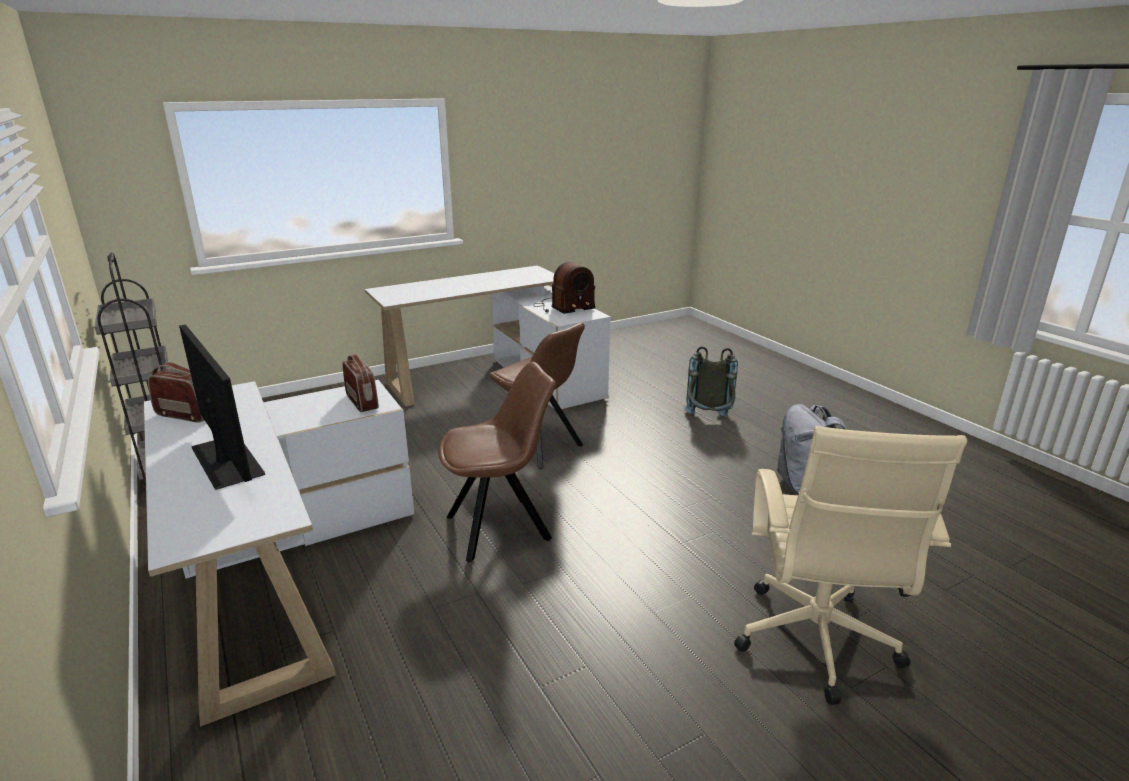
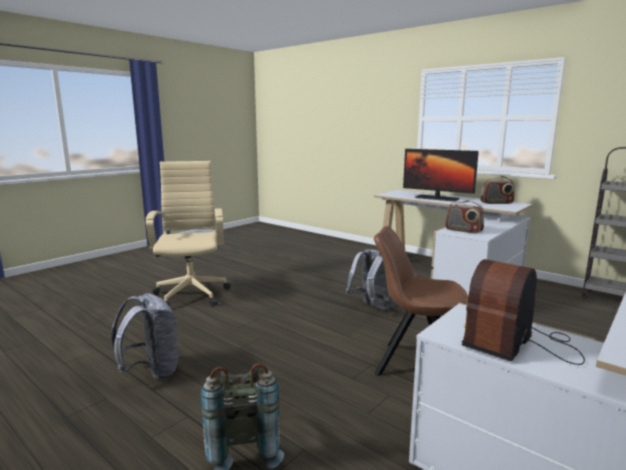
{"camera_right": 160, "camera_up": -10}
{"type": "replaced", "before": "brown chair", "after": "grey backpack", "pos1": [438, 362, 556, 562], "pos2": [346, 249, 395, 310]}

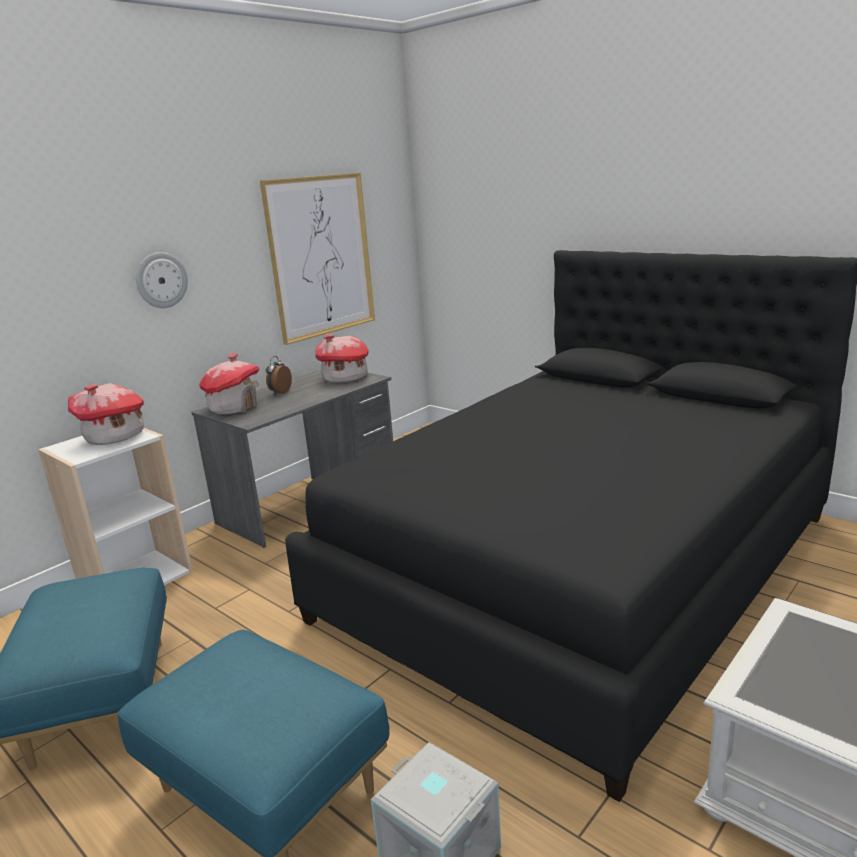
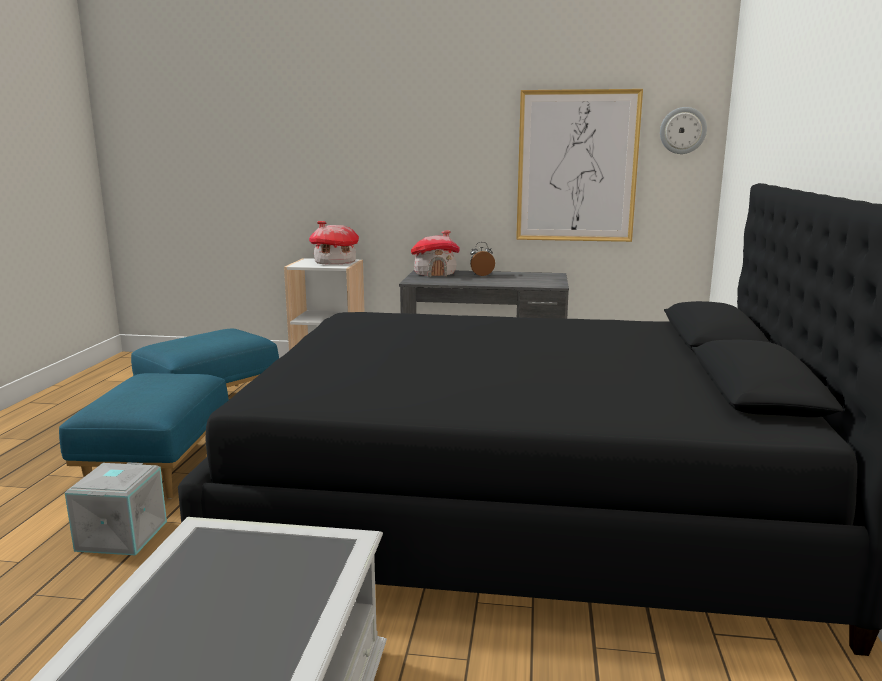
{"camera_right": 55, "camera_up": -5}
{"type": "moved", "before": "wall clock", "pos1": [136, 252, 188, 308], "pos2": [660, 107, 707, 154]}
{"type": "removed", "before": "toy house", "pos1": [315, 334, 369, 382]}

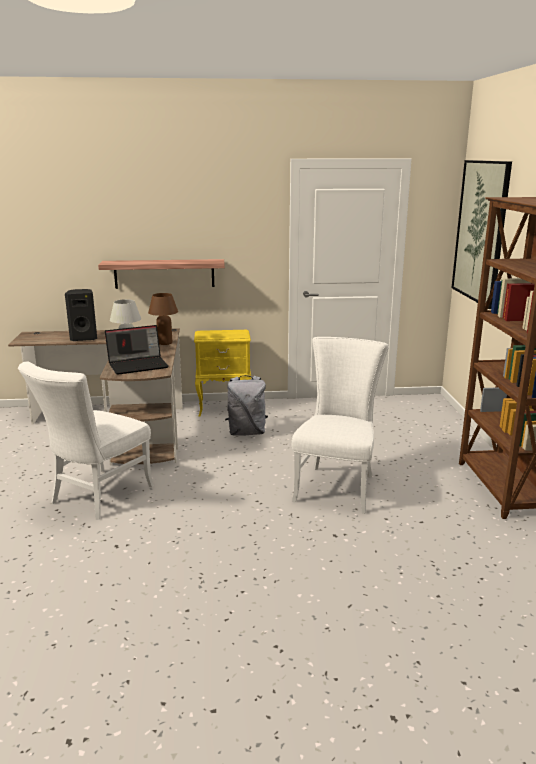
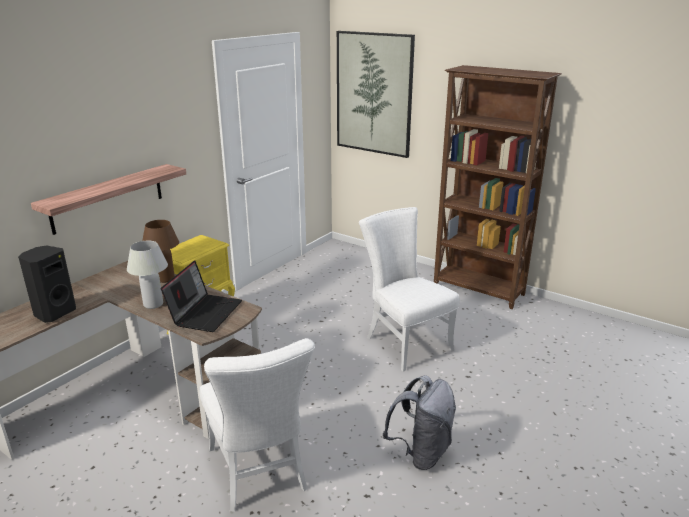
{"camera_right": -50, "camera_up": 5}
{"type": "moved", "before": "grey backpack", "pos1": [225, 375, 268, 436], "pos2": [383, 375, 456, 470]}

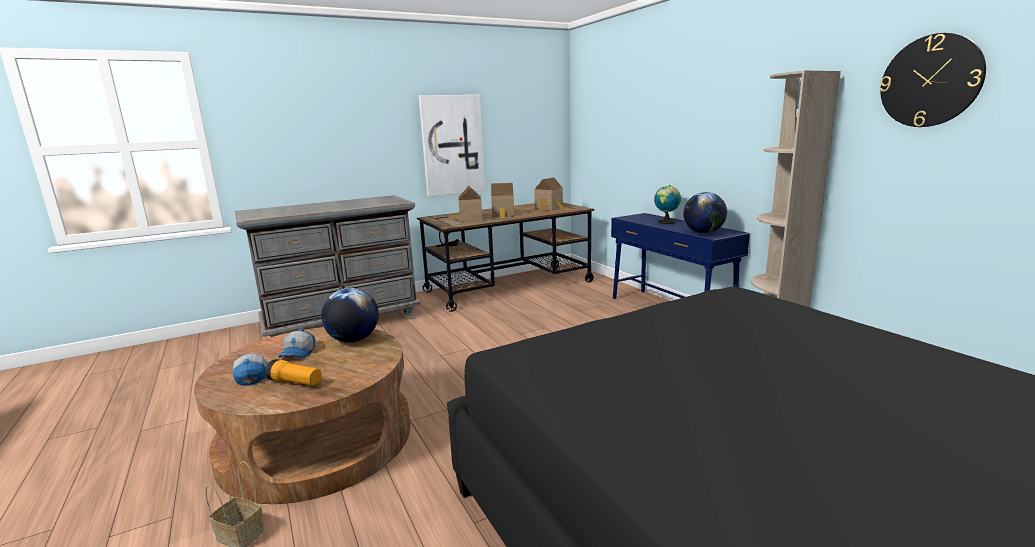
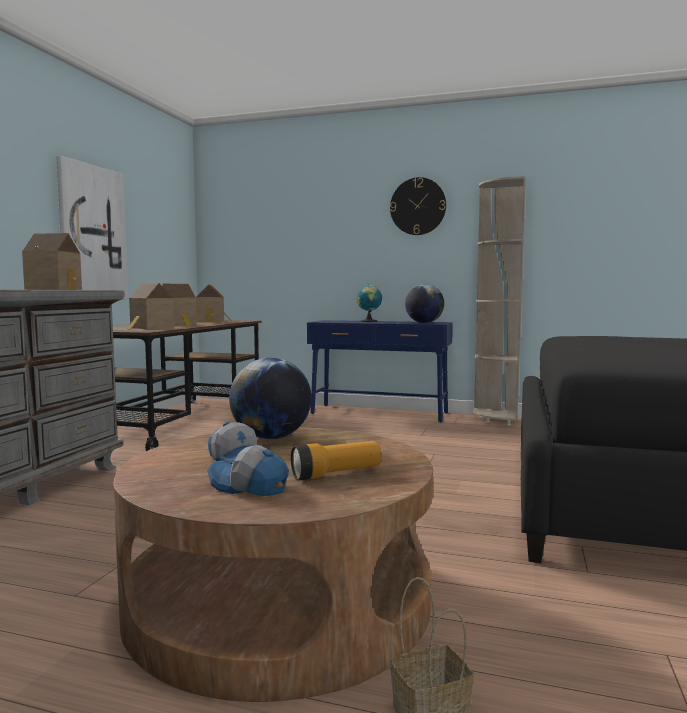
{"camera_right": -45, "camera_up": -10}
{"type": "moved", "before": "wall clock", "pos1": [880, 33, 986, 127], "pos2": [390, 177, 446, 235]}
{"type": "added", "after": "toy house", "pos2": [22, 233, 82, 290]}

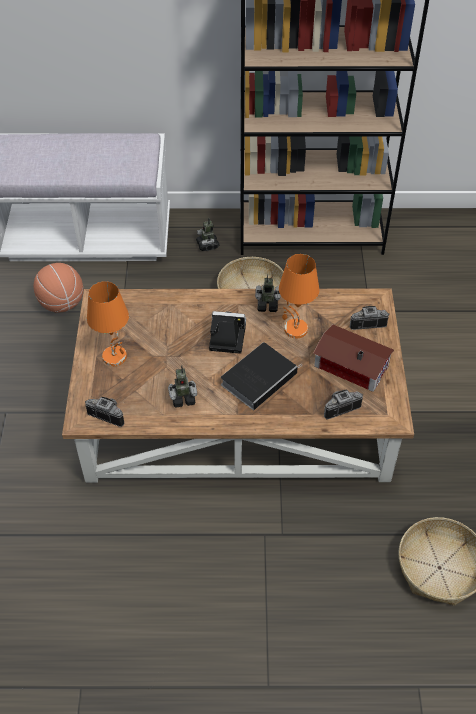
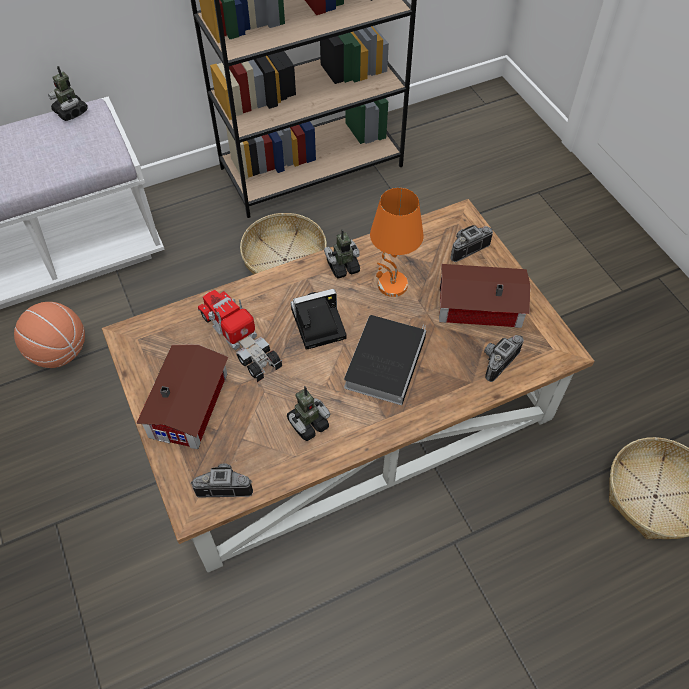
{"camera_right": -25, "camera_up": 5}
{"type": "replaced", "before": "orange table lamp", "after": "toy house", "pos1": [87, 281, 129, 366], "pos2": [136, 344, 228, 449]}
{"type": "moved", "before": "toy robot", "pos1": [196, 218, 220, 251], "pos2": [48, 66, 88, 121]}
{"type": "added", "after": "toy truck", "pos2": [197, 290, 282, 382]}

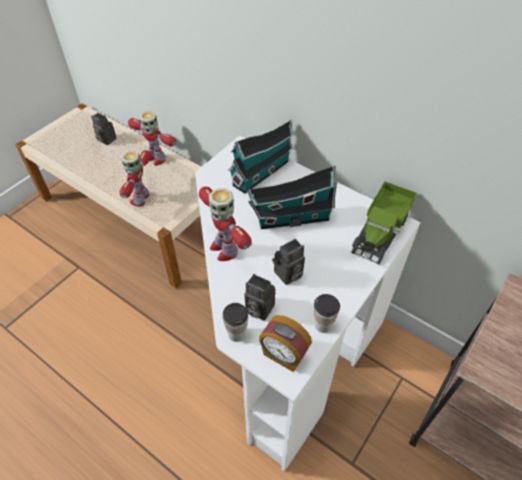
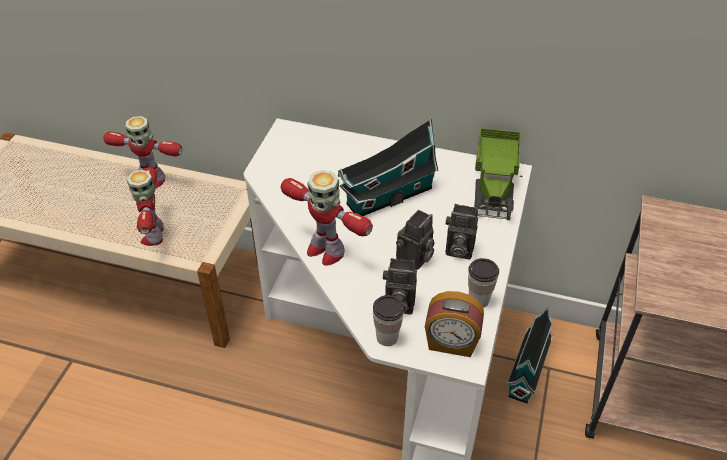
{"camera_right": -20, "camera_up": -5}
{"type": "moved", "before": "photo camera", "pos1": [91, 113, 117, 145], "pos2": [446, 204, 478, 259]}
{"type": "moved", "before": "toy house", "pos1": [228, 120, 293, 194], "pos2": [507, 308, 553, 403]}

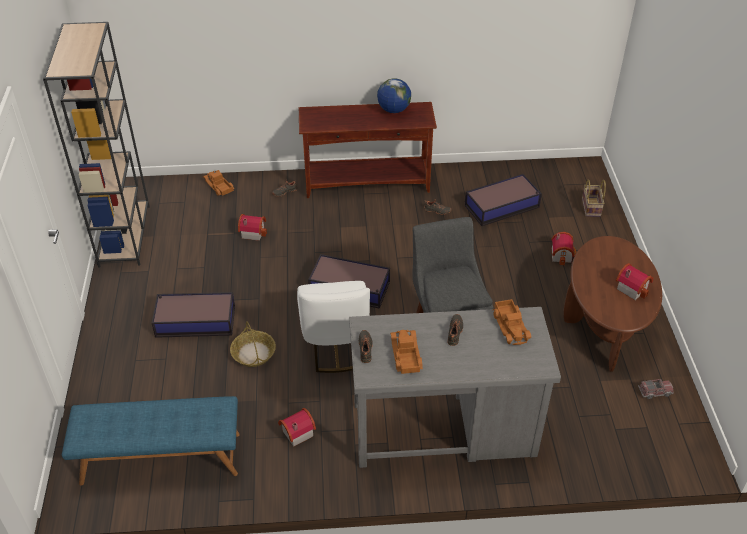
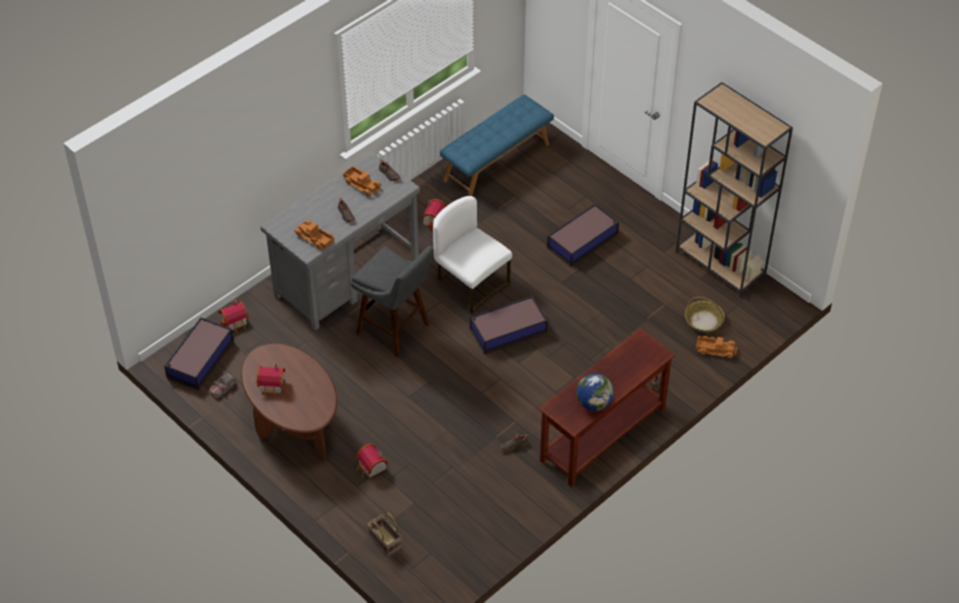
{"camera_right": 140, "camera_up": 5}
{"type": "moved", "before": "basket", "pos1": [230, 321, 276, 367], "pos2": [685, 297, 725, 332]}
{"type": "moved", "before": "toy house", "pos1": [238, 214, 267, 241], "pos2": [219, 300, 249, 333]}
{"type": "moved", "before": "storage box", "pos1": [464, 174, 542, 226], "pos2": [164, 317, 234, 390]}

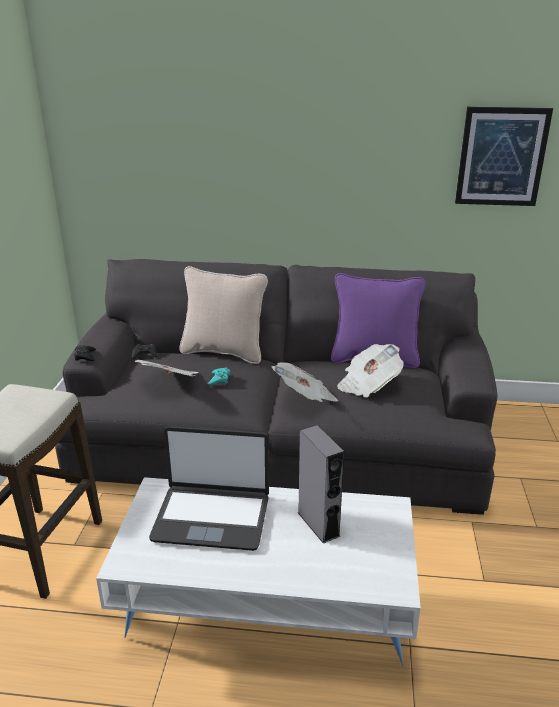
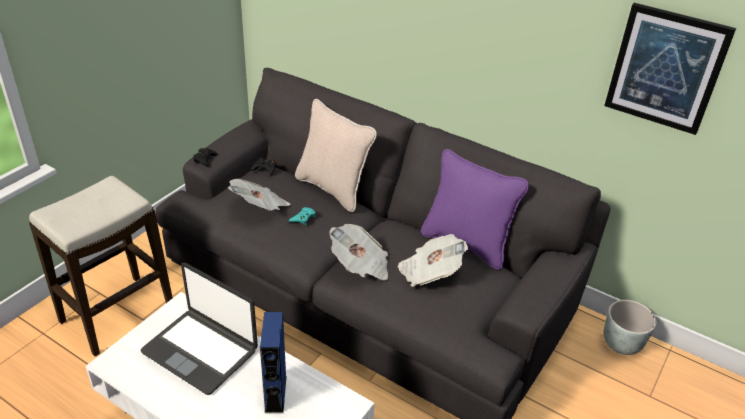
{"camera_right": 25, "camera_up": 10}
{"type": "recoloured", "before": "grey speaker", "after": "blue speaker", "pos1": [298, 425, 344, 543], "pos2": [260, 312, 287, 413]}
{"type": "added", "after": "grey planter", "pos2": [604, 300, 656, 355]}

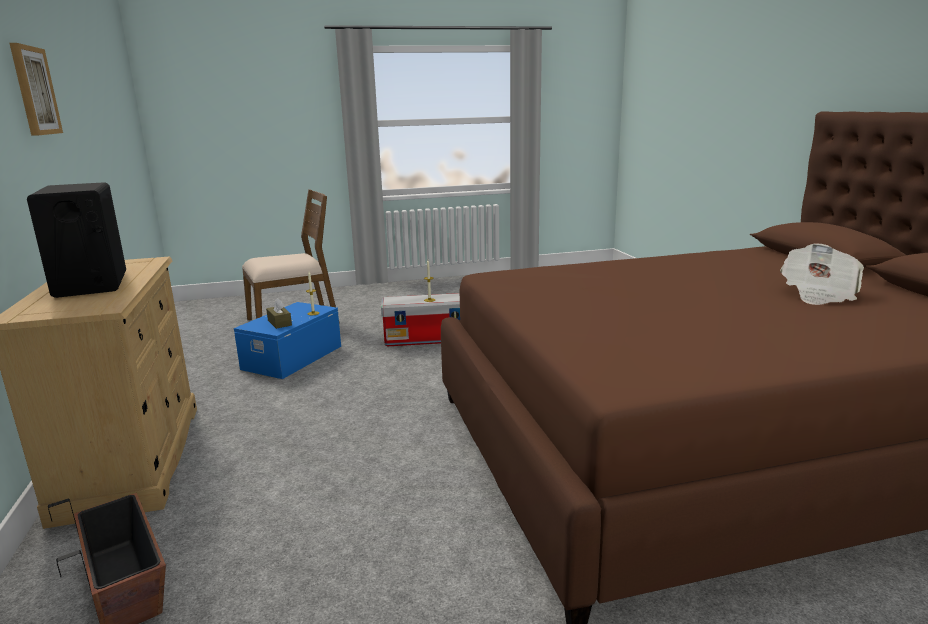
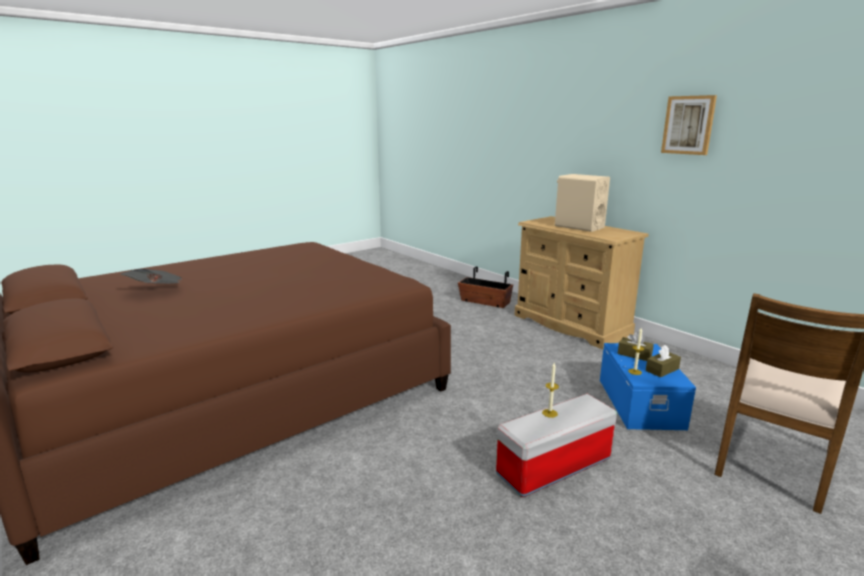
{"camera_right": 155, "camera_up": 0}
{"type": "recoloured", "before": "black speaker", "after": "beige speaker", "pos1": [27, 182, 126, 298], "pos2": [555, 174, 610, 232]}
{"type": "added", "after": "brown tissue box", "pos2": [646, 345, 681, 377]}

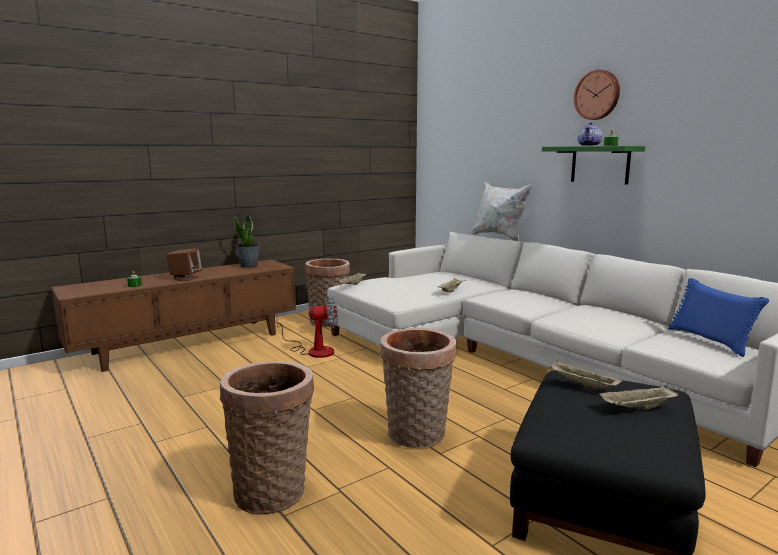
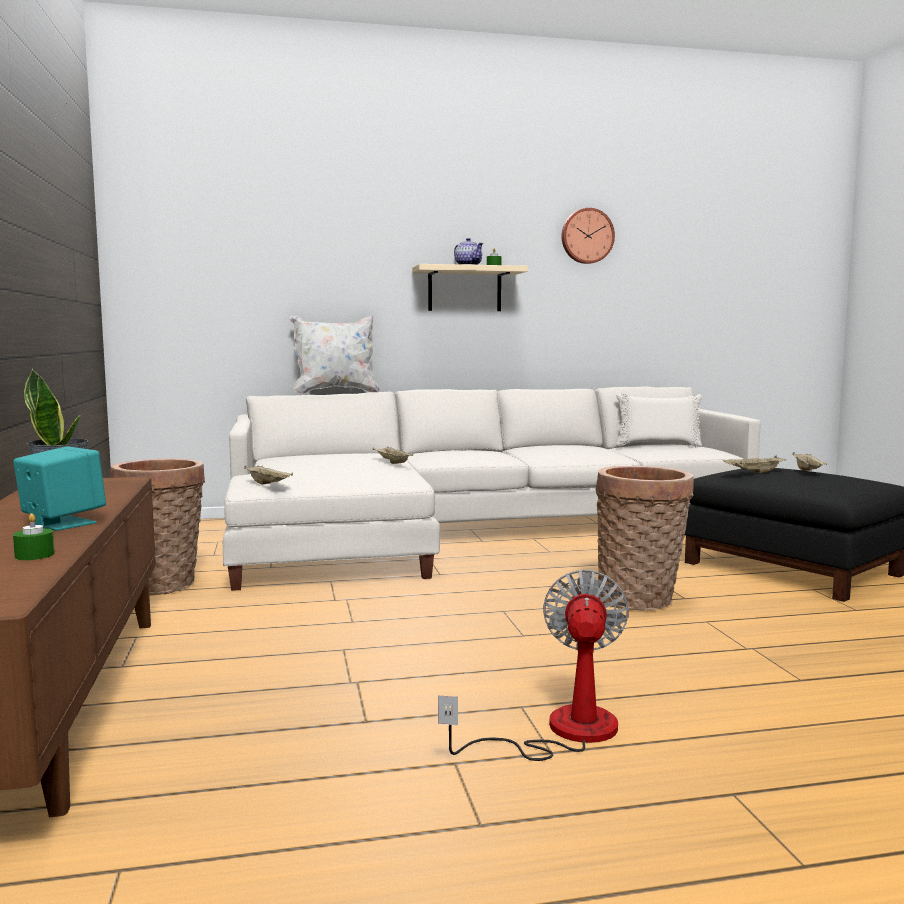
{"camera_right": -65, "camera_up": -5}
{"type": "recoloured", "before": "brown speaker", "after": "turquoise speaker", "pos1": [167, 248, 202, 281], "pos2": [13, 446, 106, 531]}
{"type": "removed", "before": "basket", "pos1": [220, 361, 314, 515]}
{"type": "moved", "before": "fan", "pos1": [276, 296, 338, 358], "pos2": [438, 569, 629, 761]}
{"type": "recoloured", "before": "green shelf", "after": "beige shelf", "pos1": [542, 146, 645, 185], "pos2": [412, 264, 528, 311]}
{"type": "moved", "before": "wall clock", "pos1": [574, 70, 620, 120], "pos2": [561, 208, 615, 264]}
{"type": "recoloured", "before": "blue pillow", "after": "white pillow", "pos1": [668, 278, 769, 357], "pos2": [616, 394, 702, 447]}

